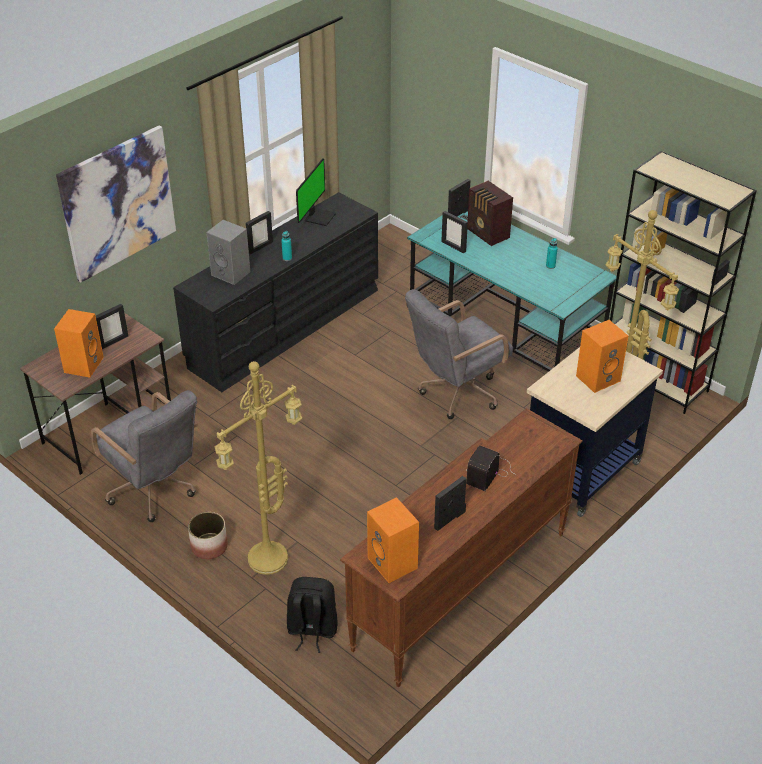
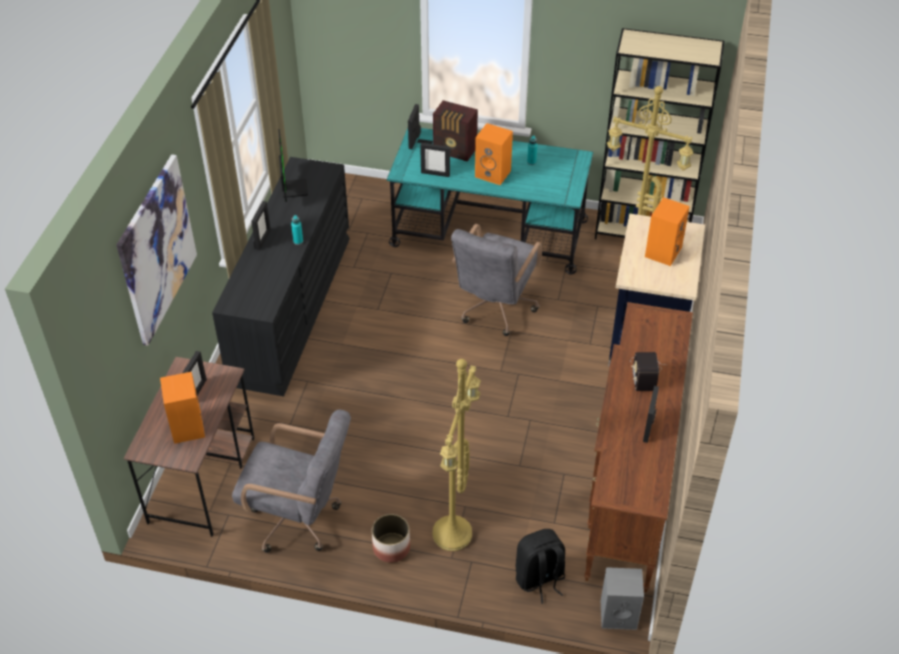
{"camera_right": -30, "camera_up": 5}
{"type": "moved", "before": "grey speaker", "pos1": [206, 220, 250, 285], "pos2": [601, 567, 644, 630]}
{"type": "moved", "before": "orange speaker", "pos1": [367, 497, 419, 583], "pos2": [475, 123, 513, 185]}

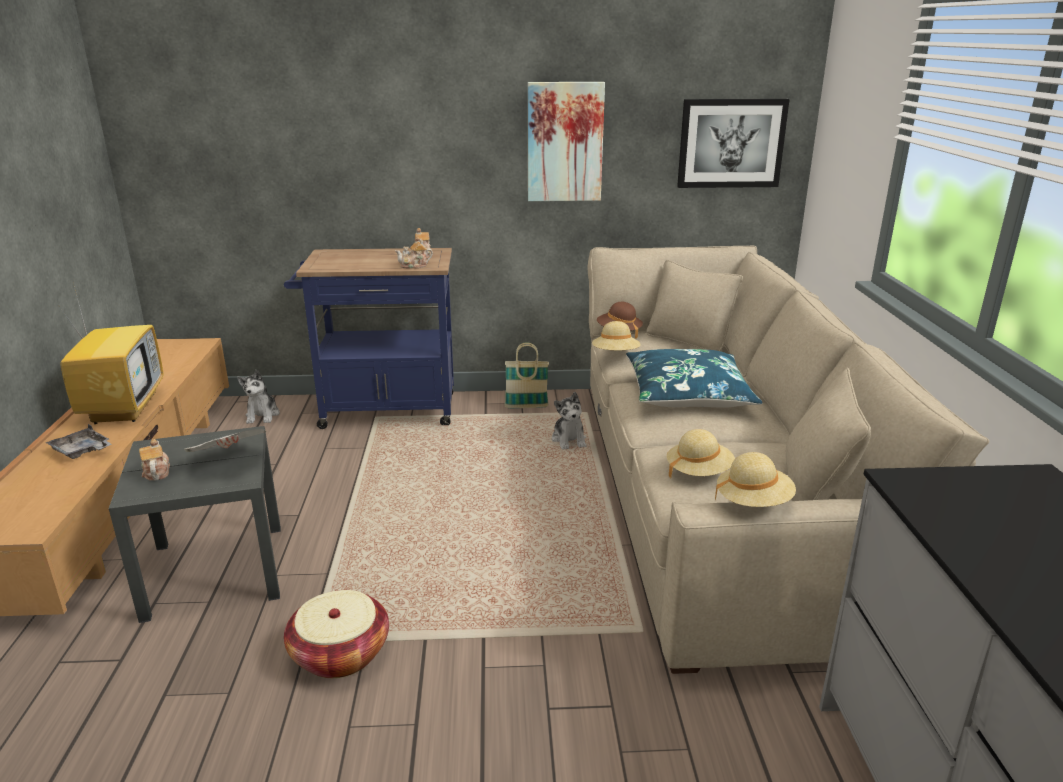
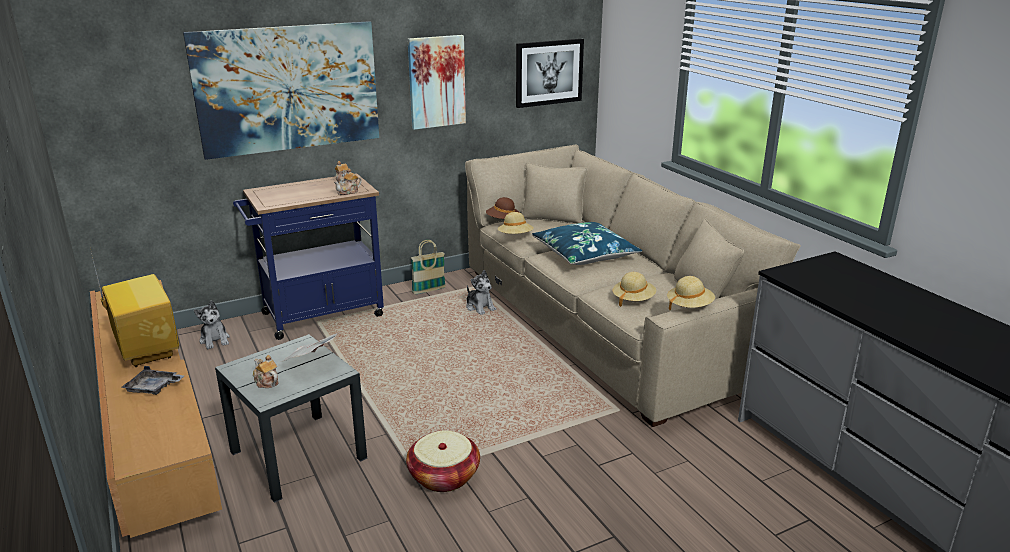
{"camera_right": -25, "camera_up": 0}
{"type": "added", "after": "picture", "pos2": [183, 21, 379, 160]}

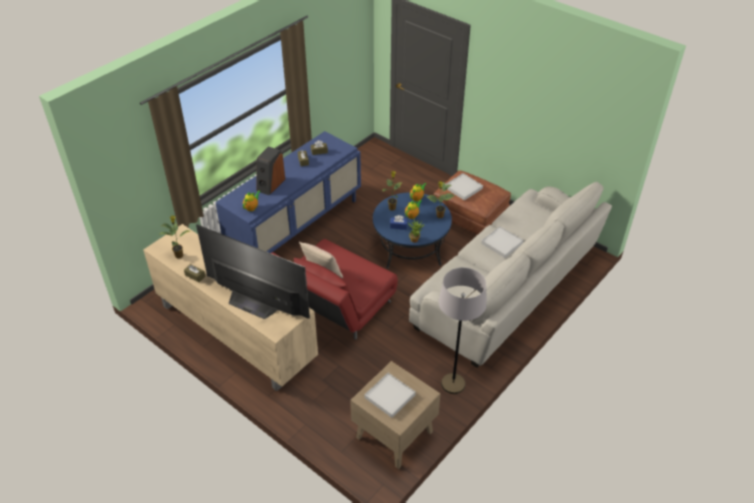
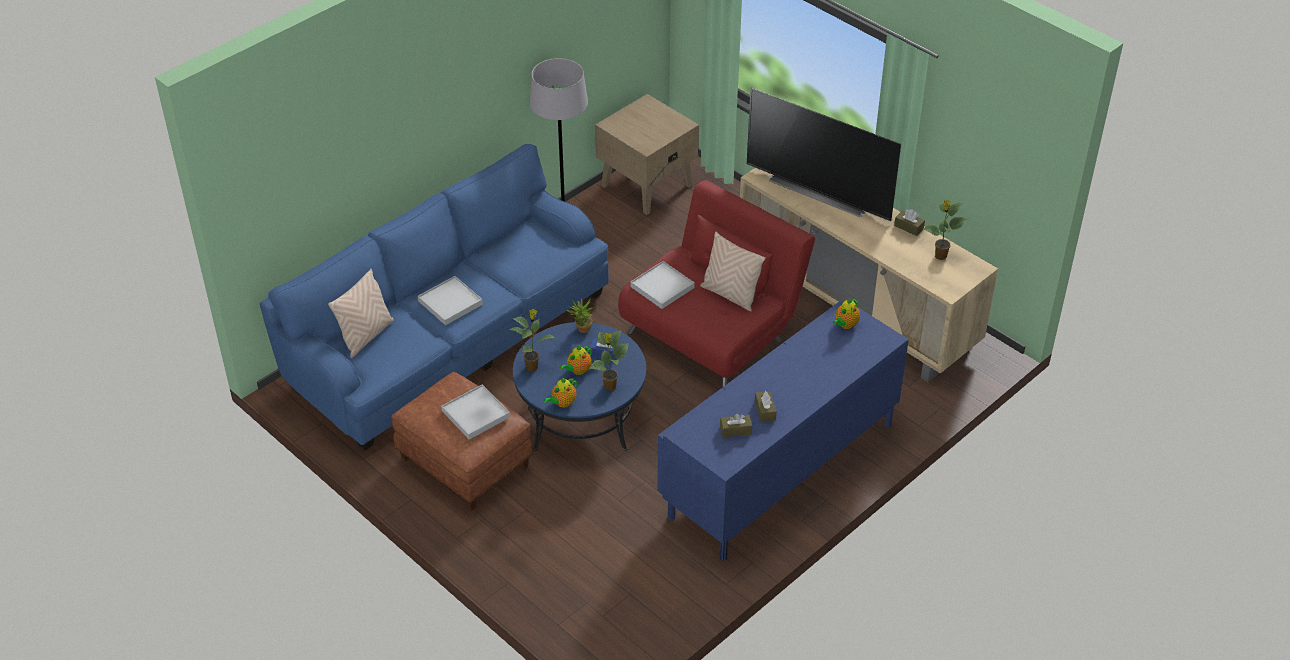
{"camera_right": -175, "camera_up": 0}
{"type": "removed", "before": "speaker", "pos1": [256, 146, 285, 195]}
{"type": "moved", "before": "white tray", "pos1": [364, 373, 416, 418], "pos2": [630, 261, 695, 309]}
{"type": "recoloured", "before": "white sofa", "after": "blue sofa", "pos1": [409, 182, 612, 368], "pos2": [260, 144, 609, 450]}
{"type": "added", "after": "beige pillow", "pos2": [328, 269, 394, 358]}

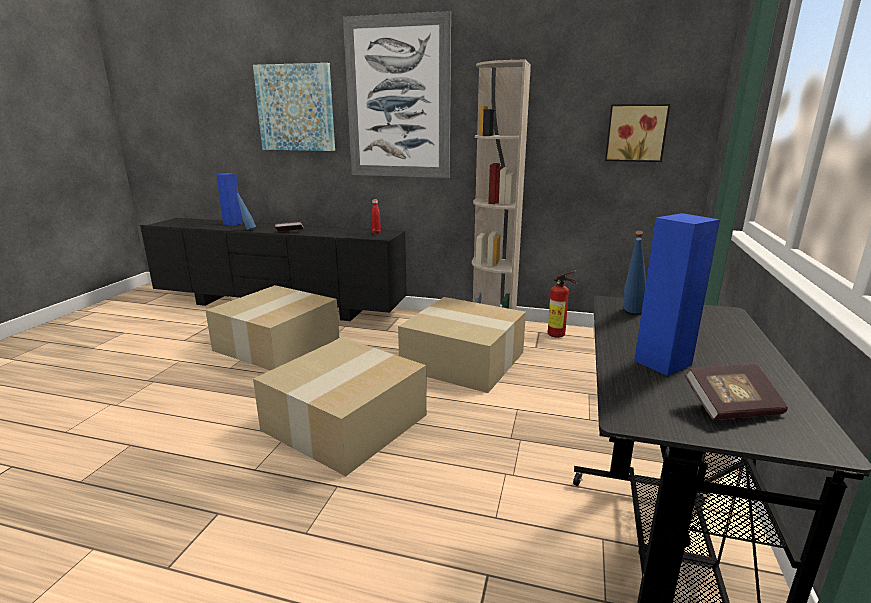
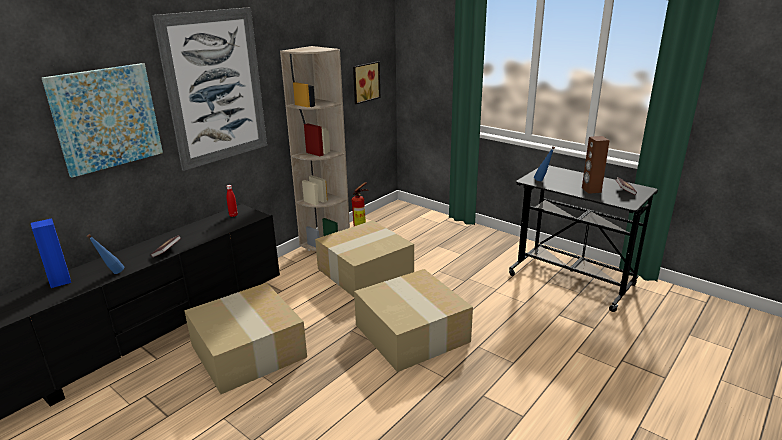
{"camera_right": -65, "camera_up": 5}
{"type": "recoloured", "before": "blue speaker", "after": "brown speaker", "pos1": [634, 213, 720, 376], "pos2": [582, 136, 610, 194]}

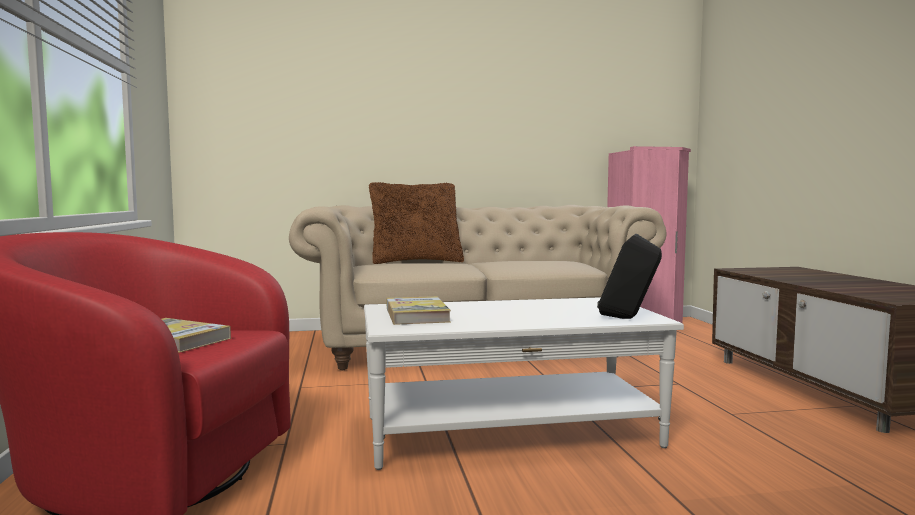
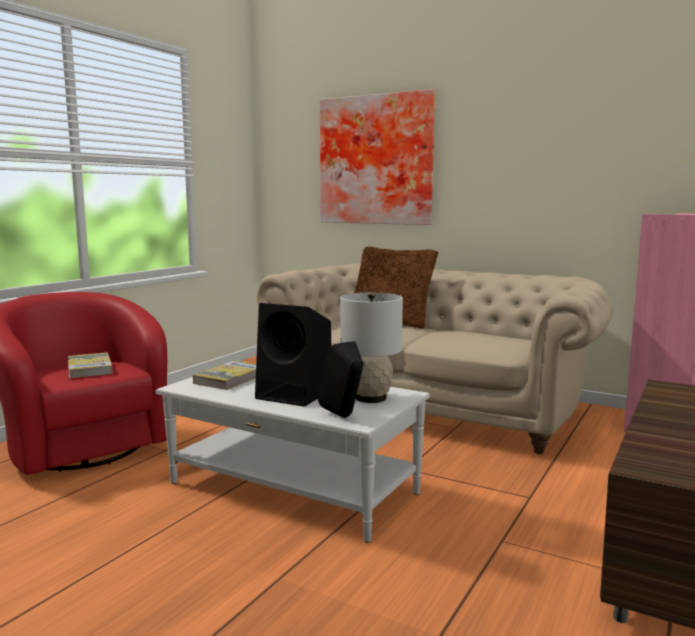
{"camera_right": 40, "camera_up": 5}
{"type": "added", "after": "black speaker", "pos2": [255, 303, 331, 407]}
{"type": "added", "after": "picture", "pos2": [320, 89, 435, 225]}
{"type": "added", "after": "white table lamp", "pos2": [340, 292, 403, 403]}

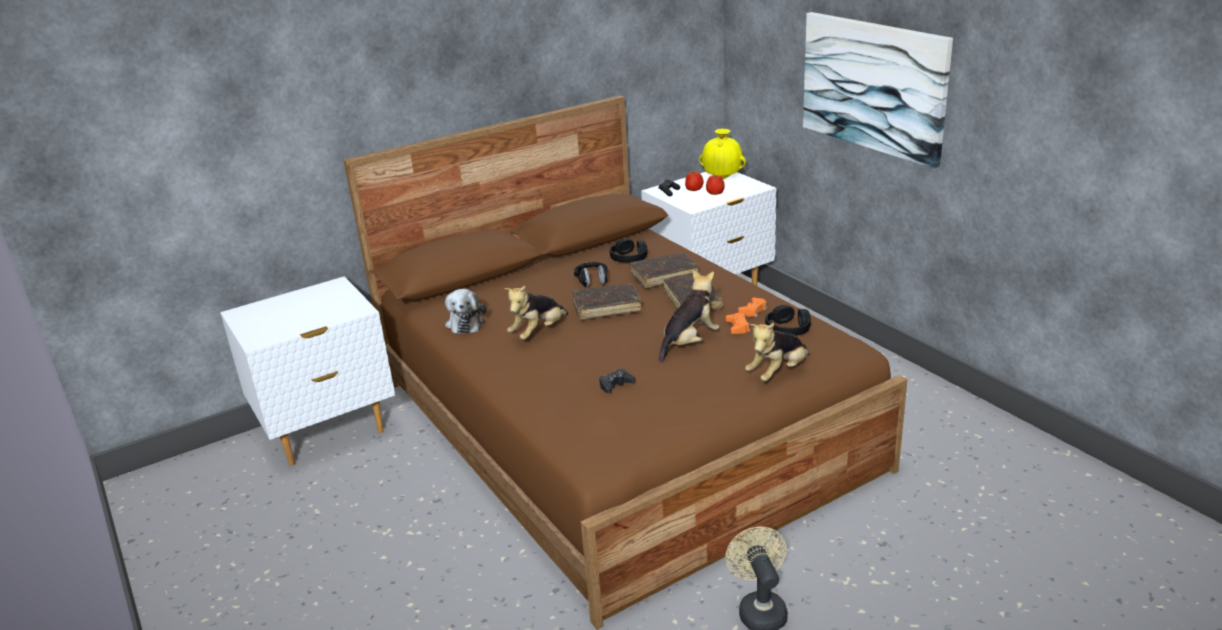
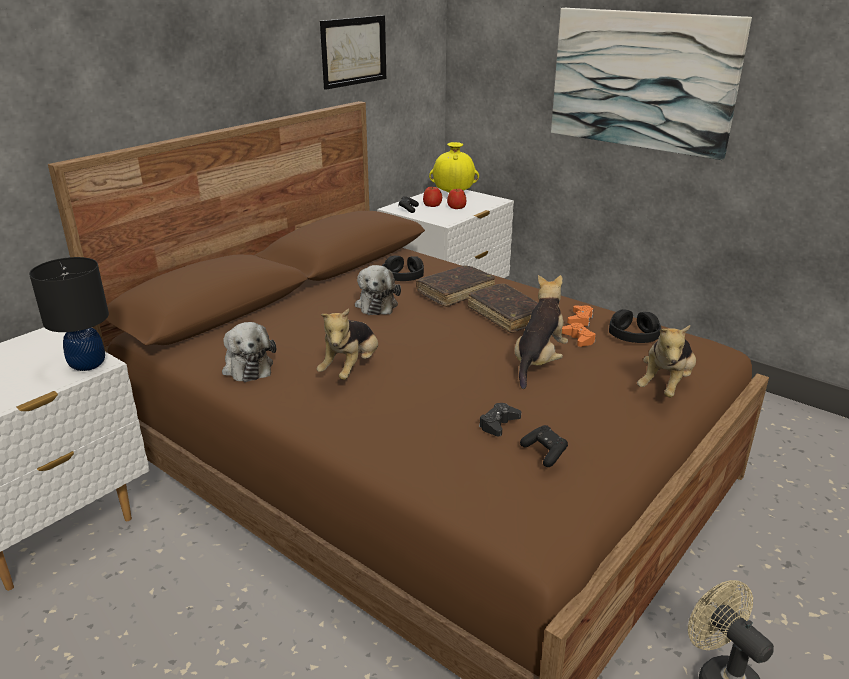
{"camera_right": -20, "camera_up": 0}
{"type": "removed", "before": "brown book", "pos1": [572, 283, 642, 320]}
{"type": "replaced", "before": "black headphones", "after": "plush toy", "pos1": [574, 262, 608, 287], "pos2": [355, 265, 401, 315]}
{"type": "added", "after": "black table lamp", "pos2": [29, 257, 109, 371]}
{"type": "added", "after": "picture", "pos2": [320, 15, 386, 90]}
{"type": "added", "after": "black game controller", "pos2": [520, 425, 568, 467]}

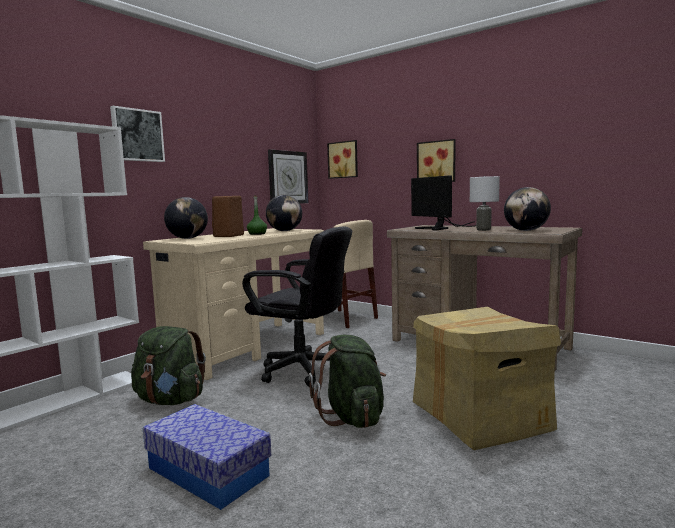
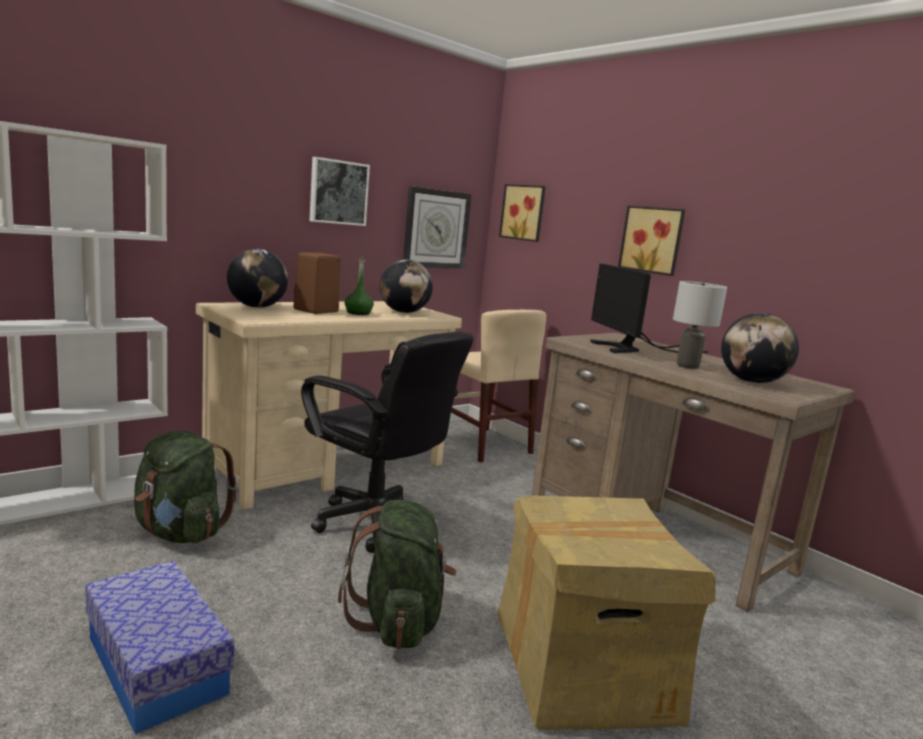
{"camera_right": 10, "camera_up": 5}
{"type": "moved", "before": "picture", "pos1": [110, 106, 165, 162], "pos2": [309, 157, 370, 226]}

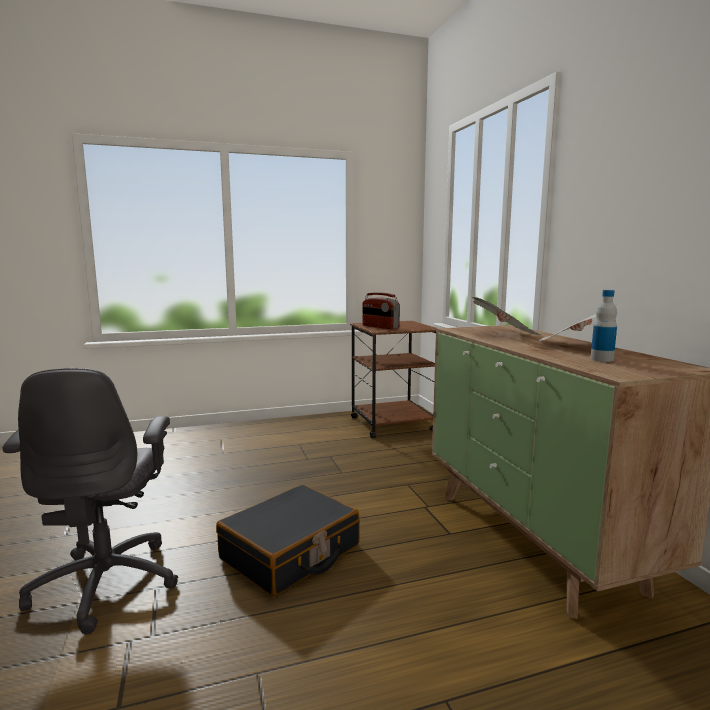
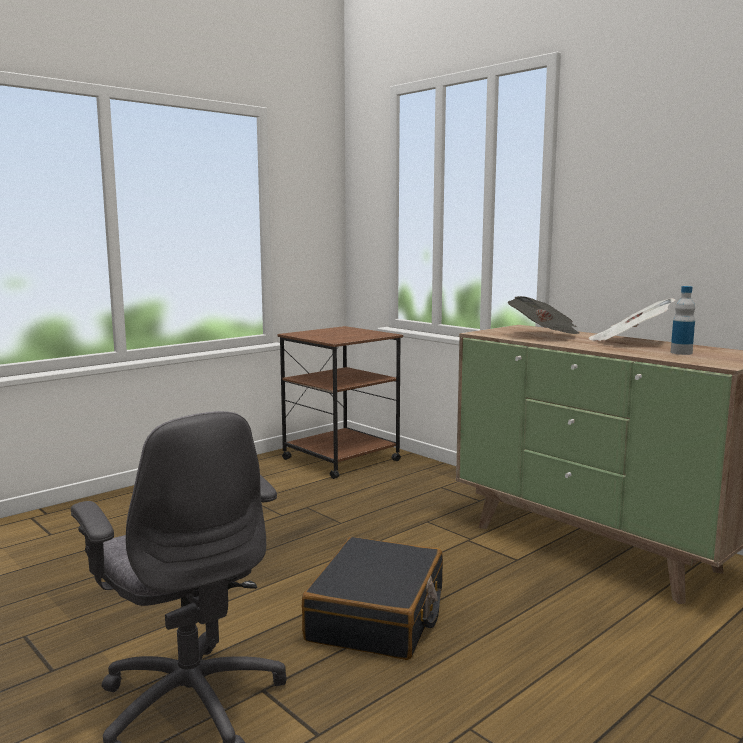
{"camera_right": -25, "camera_up": 0}
{"type": "removed", "before": "radio", "pos1": [362, 292, 400, 329]}

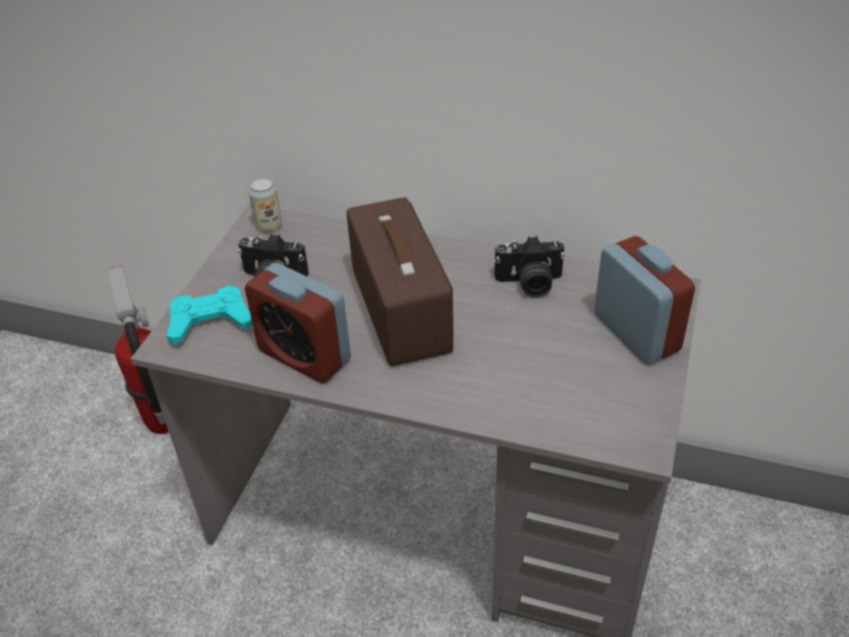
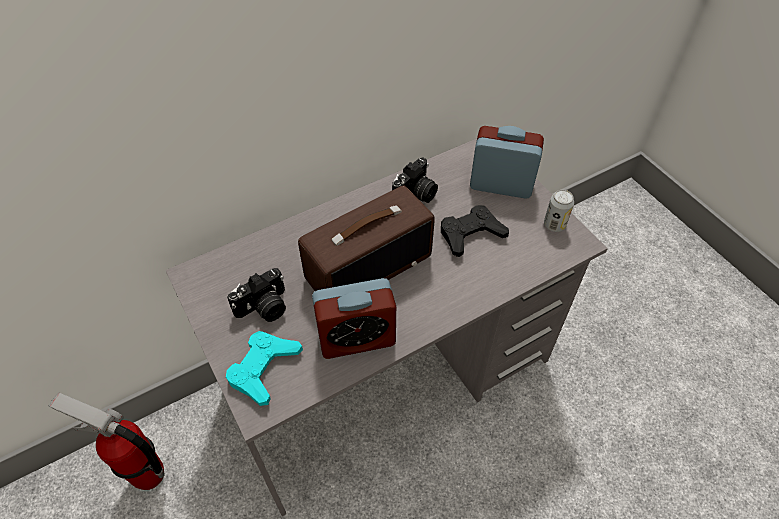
{"camera_right": -50, "camera_up": 10}
{"type": "moved", "before": "can", "pos1": [249, 178, 282, 232], "pos2": [544, 190, 574, 232]}
{"type": "turned", "before": "radio", "pos1": [347, 197, 453, 366], "pos2": [298, 186, 435, 291], "turn": 120}
{"type": "added", "after": "black game controller", "pos2": [441, 205, 509, 257]}

